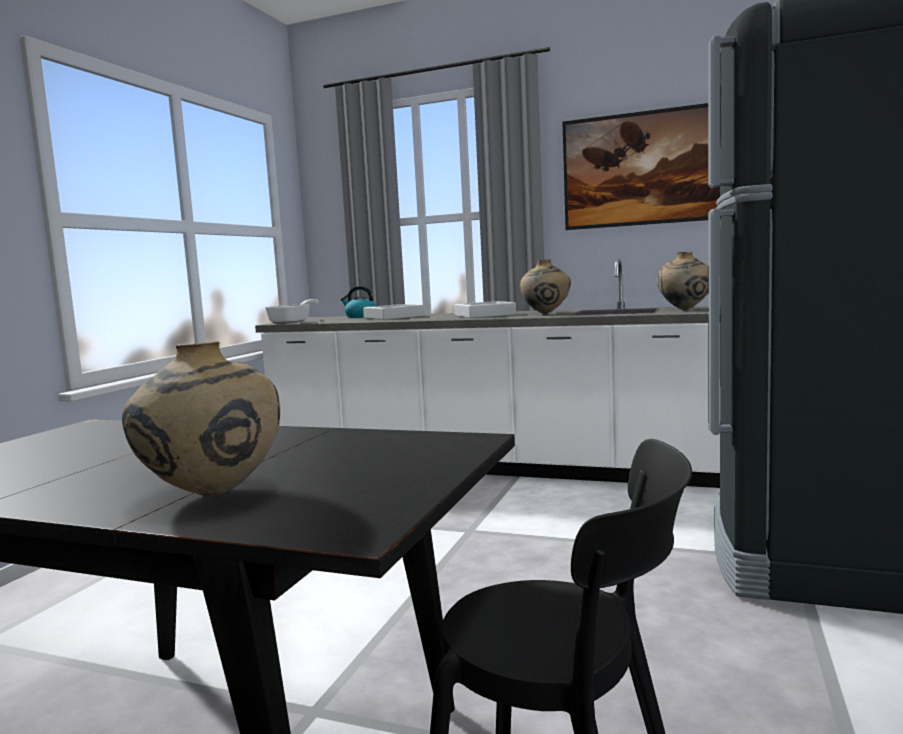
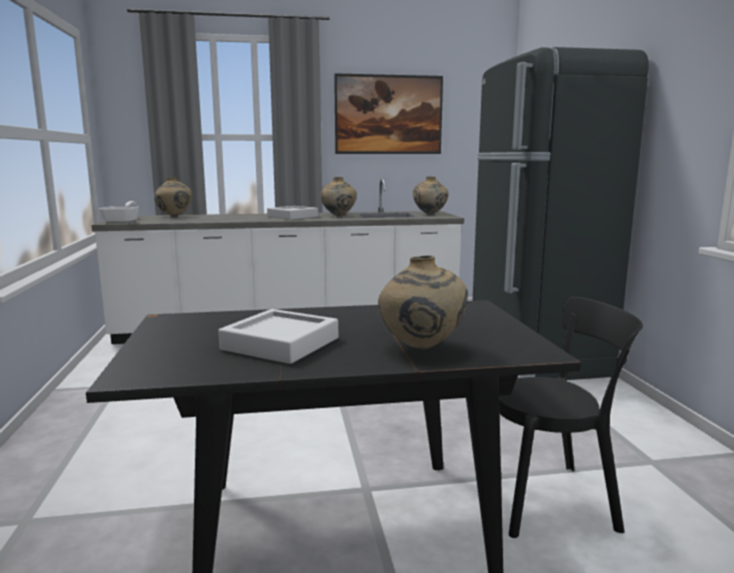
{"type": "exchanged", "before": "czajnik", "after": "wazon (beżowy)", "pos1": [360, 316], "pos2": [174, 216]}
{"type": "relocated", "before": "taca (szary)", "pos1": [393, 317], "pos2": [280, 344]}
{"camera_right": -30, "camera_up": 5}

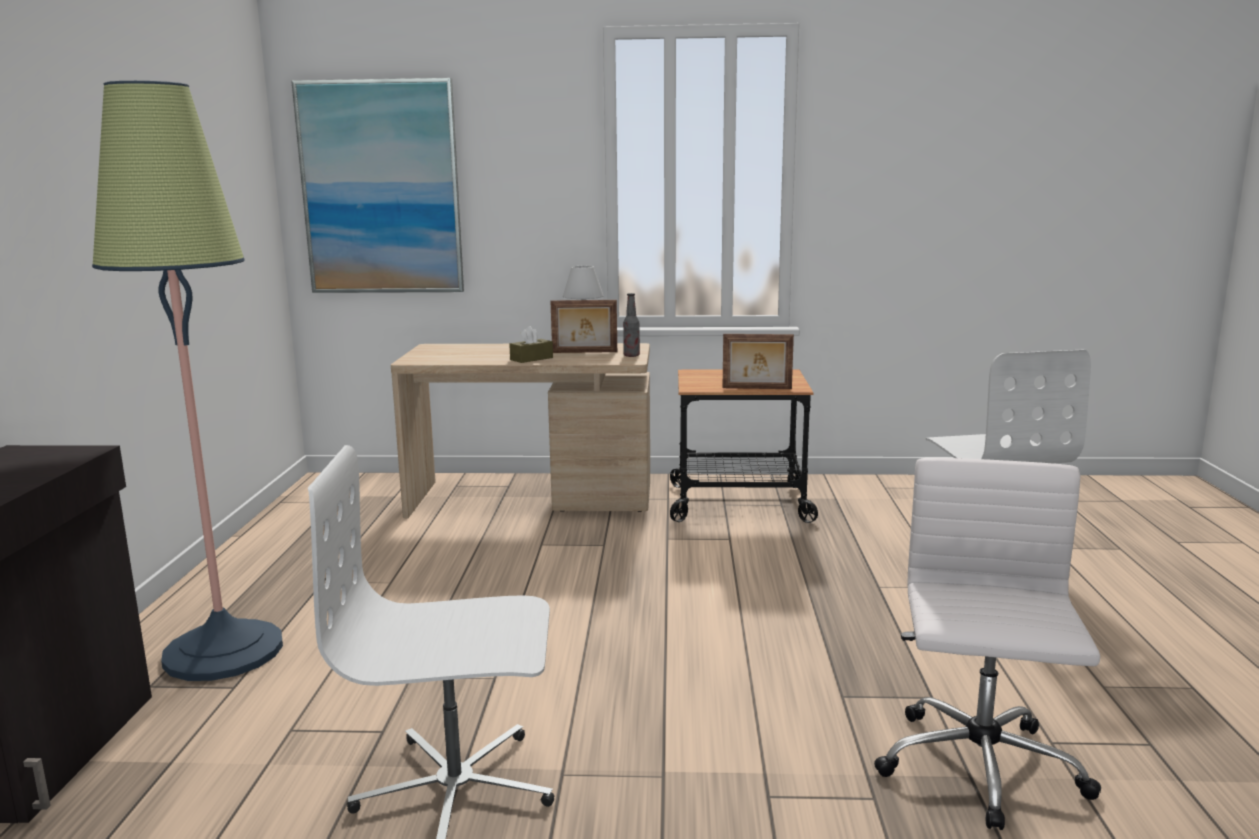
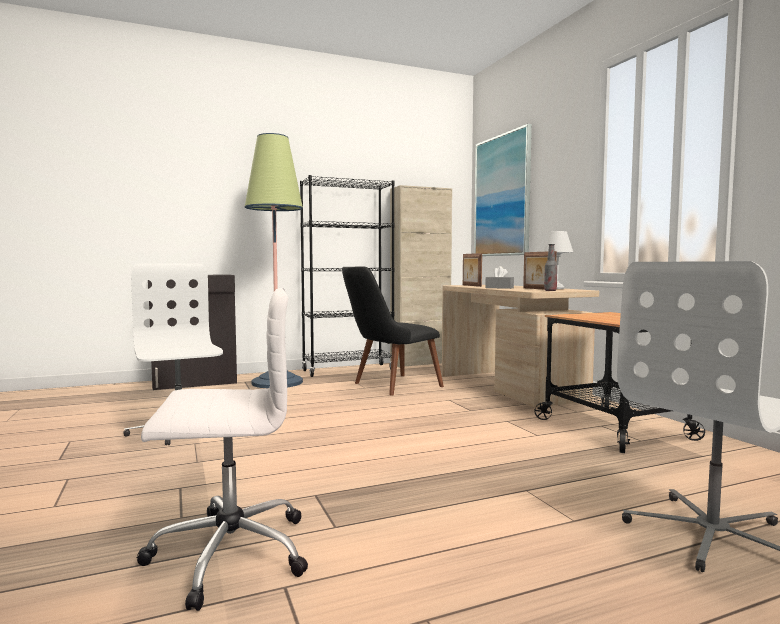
{"type": "colour", "before": "pudełko chusteczek (brązowy)", "after": "pudełko chusteczek (szary)", "pos1": [531, 359], "pos2": [499, 288]}
{"type": "relocated", "before": "ramka na zdjęcie", "pos1": [757, 388], "pos2": [471, 285]}
{"type": "appeared", "after": "regał (czarny)", "pos2": [348, 370]}
{"type": "appeared", "after": "szafka (beżowy)", "pos2": [420, 363]}
{"type": "appeared", "after": "krzesło (czarny)", "pos2": [389, 386]}
{"camera_right": 65, "camera_up": -10}

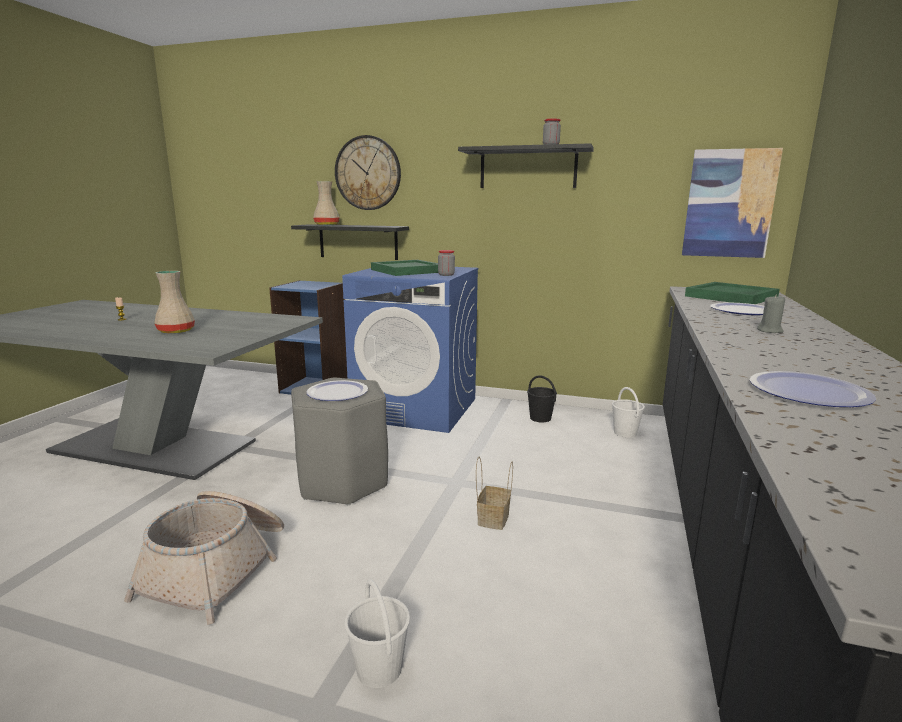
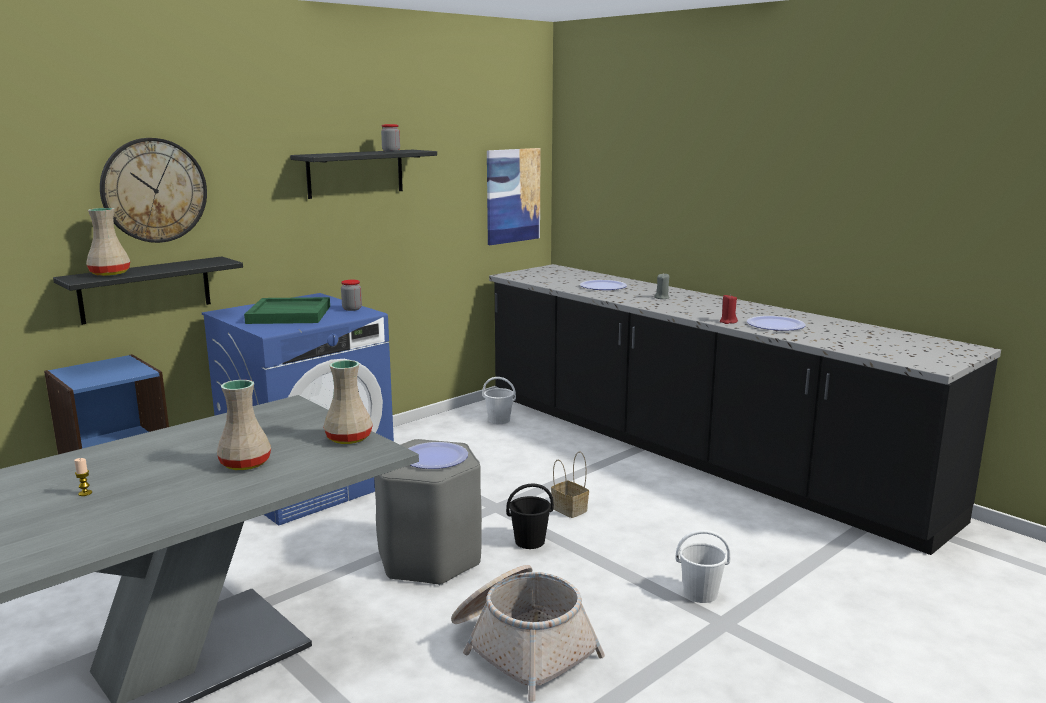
{"type": "missing", "before": "taca (zielony)", "pos1": [731, 297]}
{"type": "relocated", "before": "wiadro (czarny)", "pos1": [540, 418], "pos2": [530, 541]}
{"type": "appeared", "after": "świeca (czerwony)", "pos2": [728, 322]}
{"type": "appeared", "after": "wazon (beżowy)", "pos2": [348, 439]}
{"camera_right": -60, "camera_up": 0}

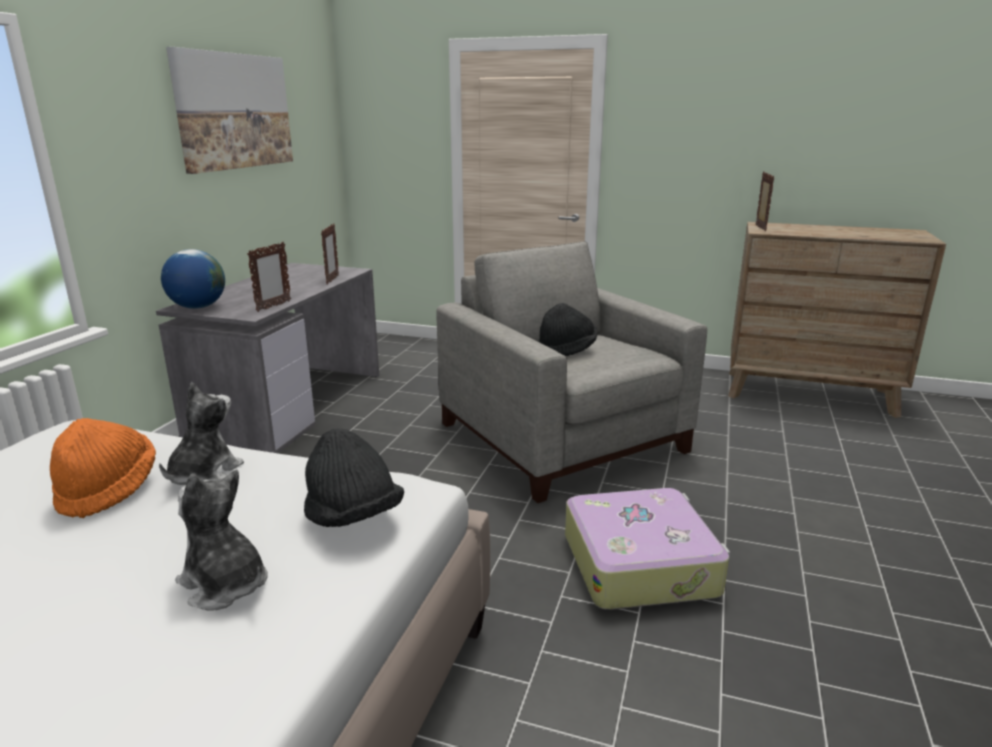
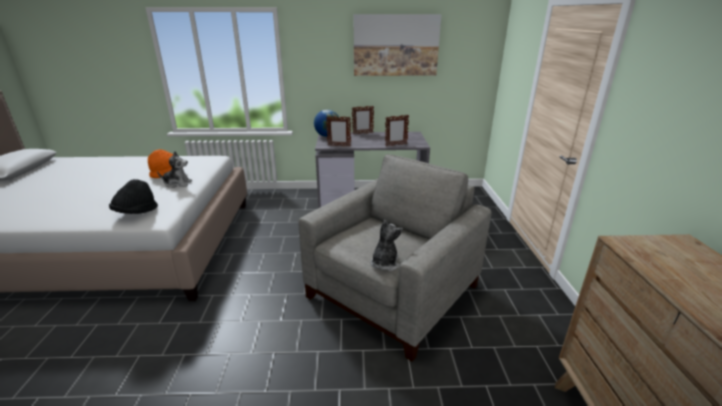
{"type": "relocated", "before": "ramka na zdjęcie", "pos1": [760, 228], "pos2": [362, 133]}
{"type": "missing", "before": "kapelusz (czarny)", "pos1": [566, 350]}
{"type": "relocated", "before": "pluszak", "pos1": [225, 585], "pos2": [385, 263]}
{"type": "missing", "before": "walizka", "pos1": [640, 564]}
{"camera_right": 70, "camera_up": 5}

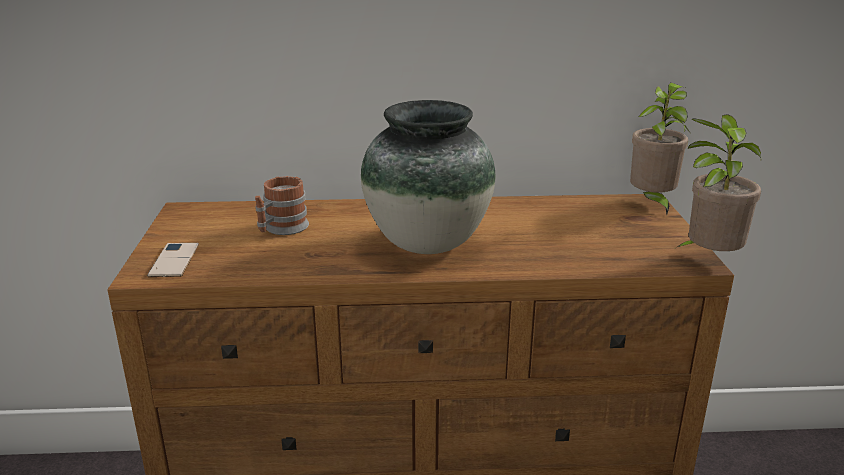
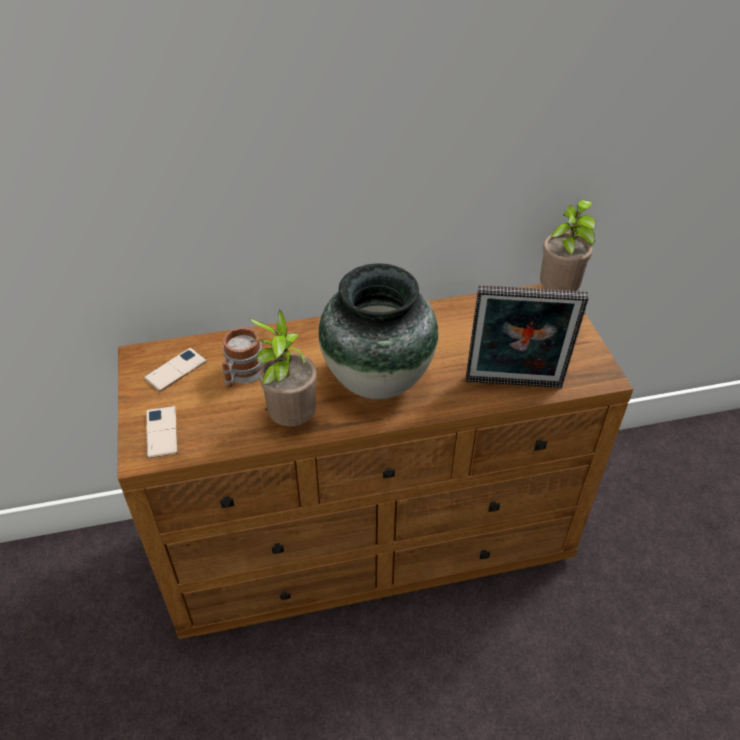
{"type": "relocated", "before": "roślina doniczkowa", "pos1": [708, 259], "pos2": [290, 420]}
{"type": "appeared", "after": "ramka na zdjęcie", "pos2": [513, 386]}
{"type": "appeared", "after": "telefon", "pos2": [175, 370]}
{"camera_right": -10, "camera_up": 20}

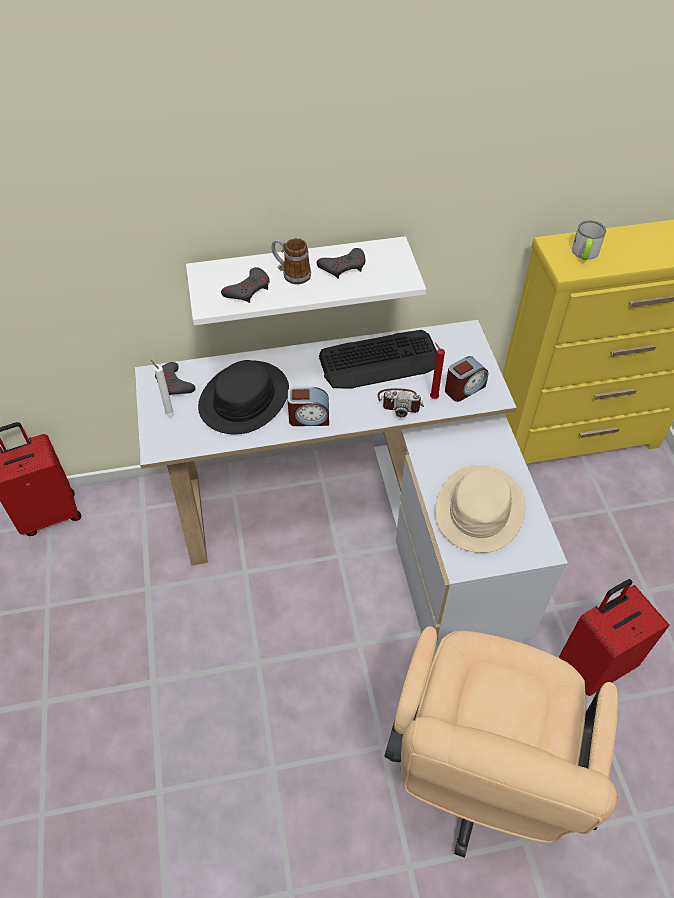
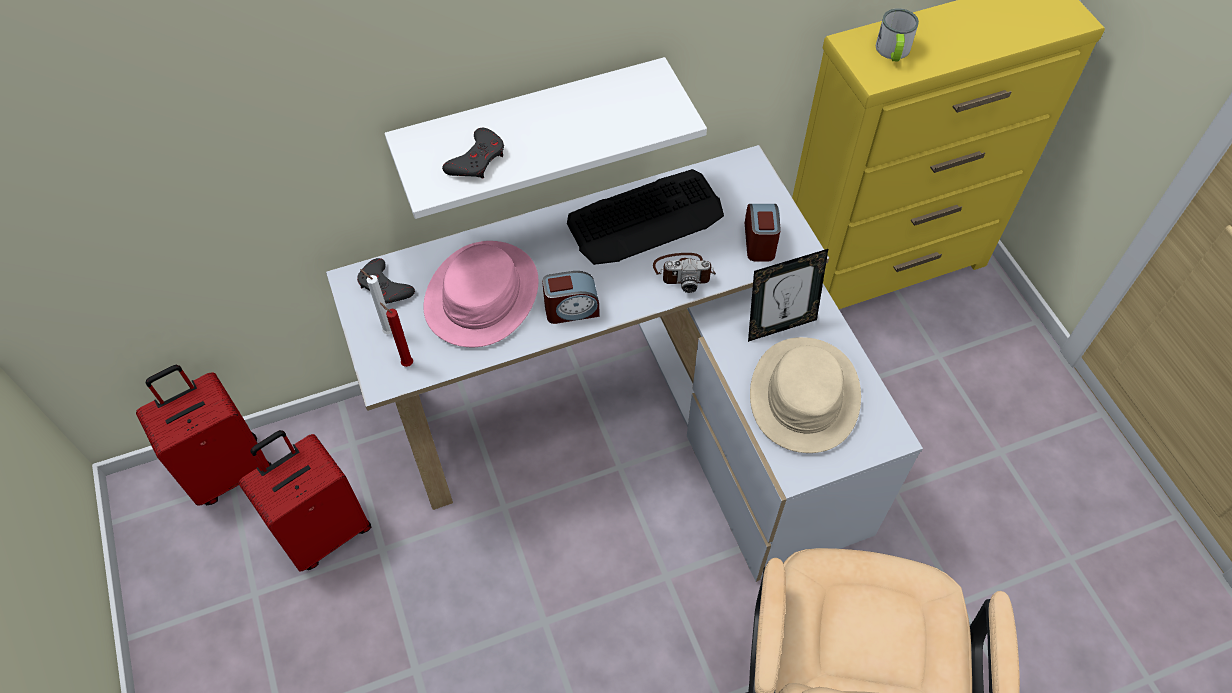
{"type": "missing", "before": "kubek", "pos1": [291, 274]}
{"type": "missing", "before": "pad do gier (szary)", "pos1": [343, 266]}
{"type": "relocated", "before": "świeca (czerwony)", "pos1": [432, 397], "pos2": [406, 363]}
{"type": "spun", "before": "budzik", "pos1": [464, 388], "pos2": [760, 241], "turn": -45}
{"type": "colour", "before": "kapelusz (czarny)", "after": "kapelusz (różowy)", "pos1": [244, 399], "pos2": [482, 295]}
{"type": "relocated", "before": "walizka (czerwony)", "pos1": [594, 664], "pos2": [324, 531]}
{"type": "appeared", "after": "ramka na zdjęcie", "pos2": [780, 325]}
{"camera_right": -10, "camera_up": 5}

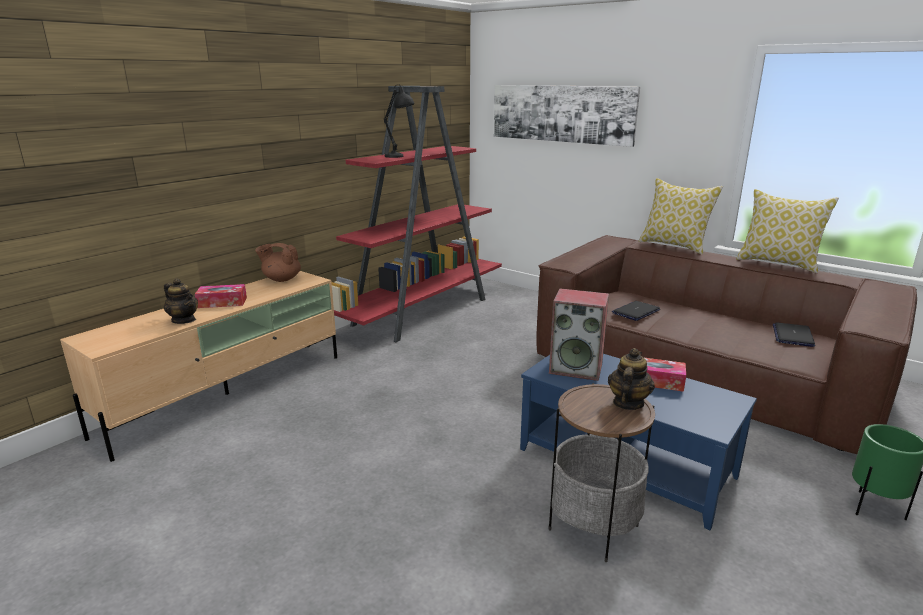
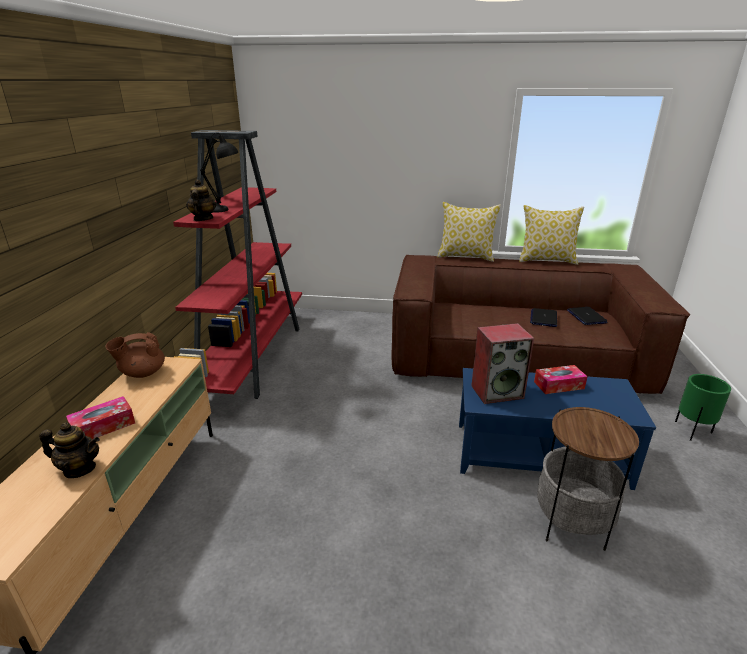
{"type": "missing", "before": "obraz", "pos1": [561, 113]}
{"type": "relocated", "before": "laptop", "pos1": [636, 311], "pos2": [543, 318]}
{"type": "relocated", "before": "imbryk", "pos1": [627, 403], "pos2": [203, 219]}
{"camera_right": -30, "camera_up": 5}

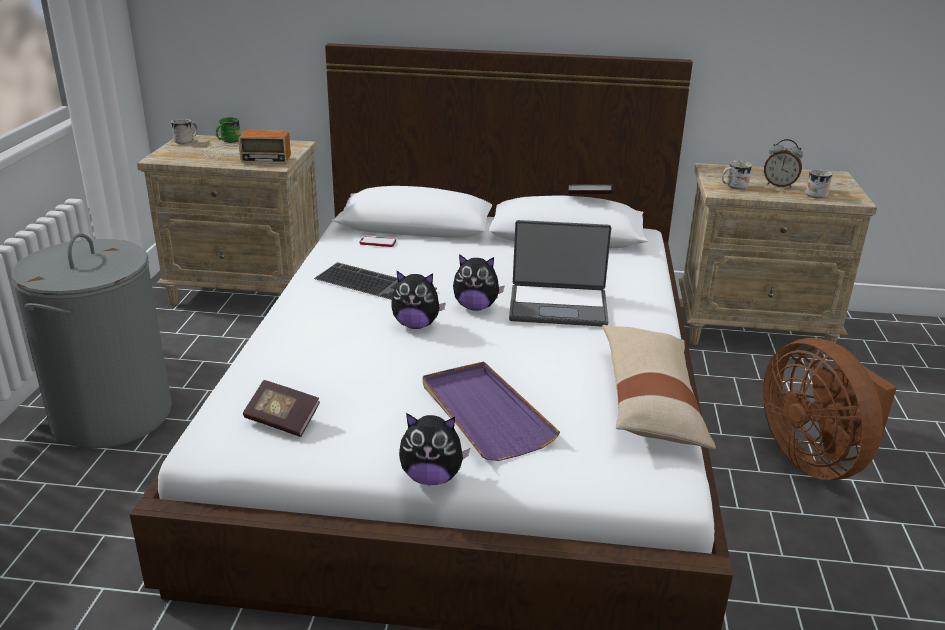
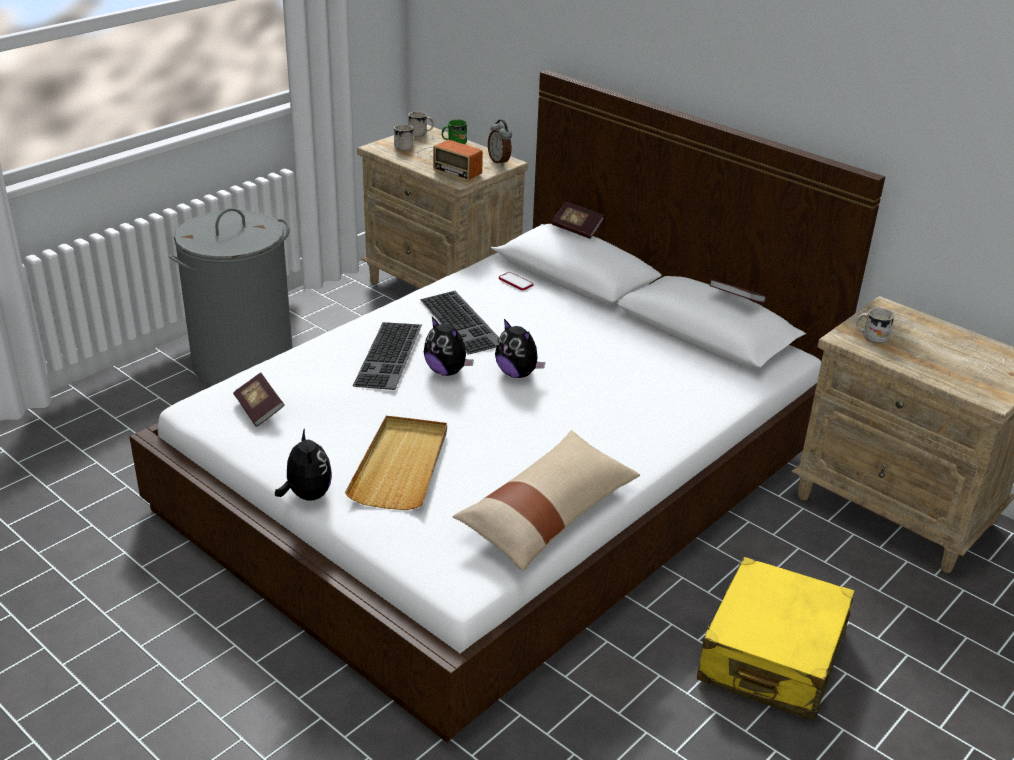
{"type": "relocated", "before": "budzik", "pos1": [779, 185], "pos2": [500, 161]}
{"type": "relocated", "before": "kubek (biały)", "pos1": [815, 194], "pos2": [406, 147]}
{"type": "missing", "before": "laptop", "pos1": [558, 306]}
{"type": "exchanged", "before": "wentylator (brązowy)", "after": "walizka (żółty)", "pos1": [815, 459], "pos2": [772, 657]}
{"type": "colour", "before": "taca (fioletowy)", "after": "taca (beżowy)", "pos1": [484, 414], "pos2": [401, 466]}
{"type": "spun", "before": "pluszak", "pos1": [431, 477], "pos2": [307, 495], "turn": -150}
{"type": "appeared", "after": "książka", "pos2": [577, 229]}
{"type": "appeared", "after": "klawiatura", "pos2": [390, 356]}
{"camera_right": 35, "camera_up": 5}

